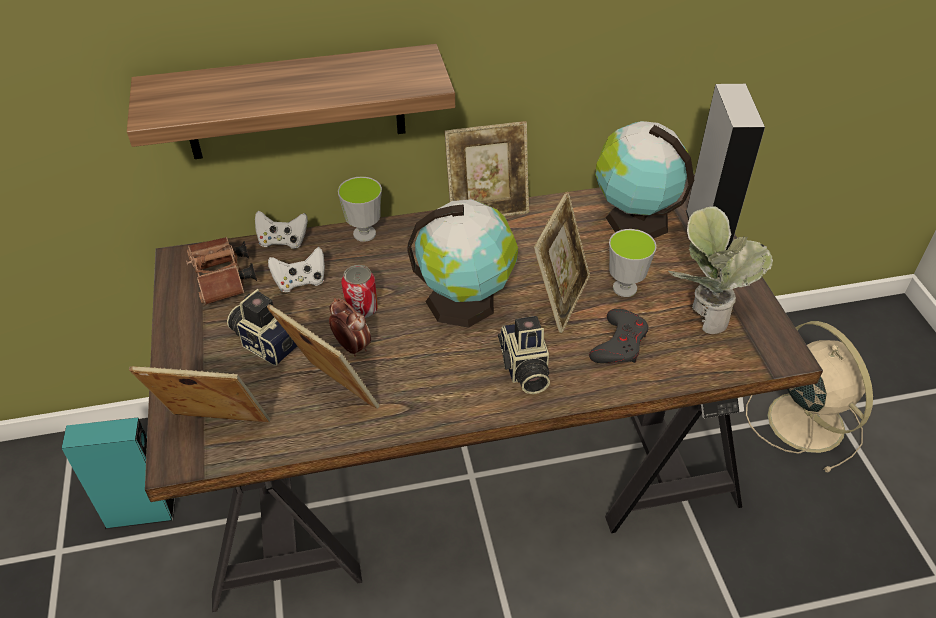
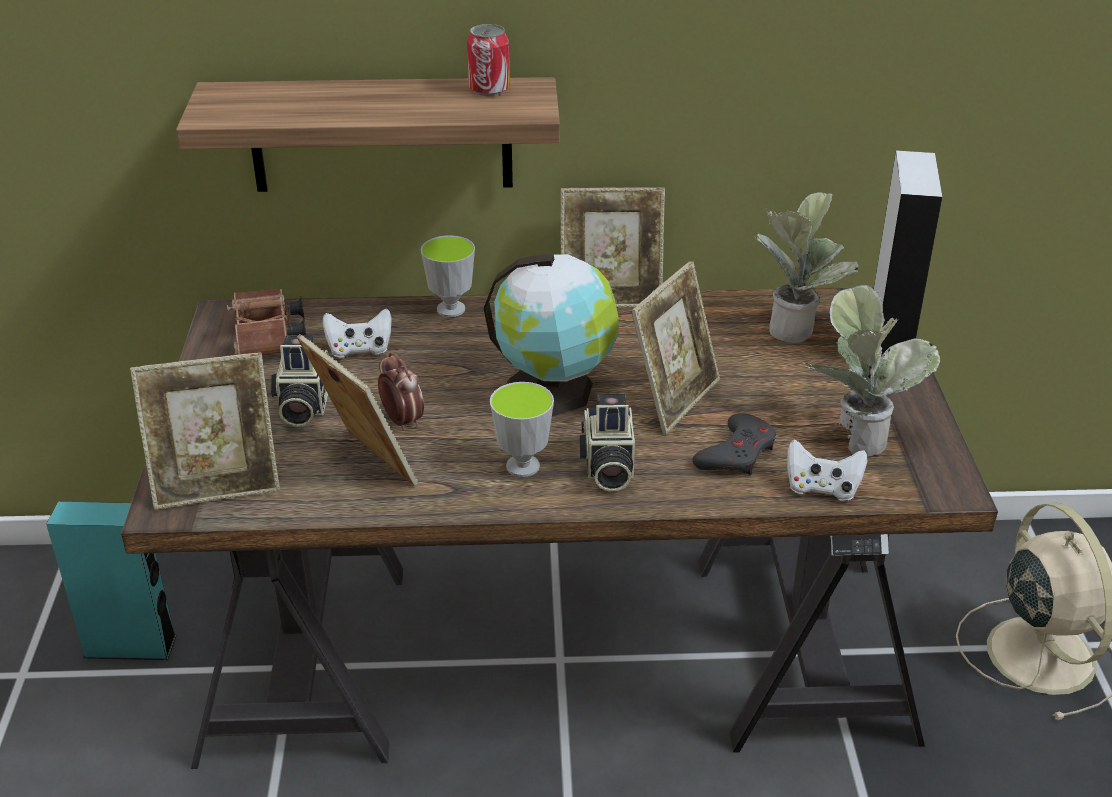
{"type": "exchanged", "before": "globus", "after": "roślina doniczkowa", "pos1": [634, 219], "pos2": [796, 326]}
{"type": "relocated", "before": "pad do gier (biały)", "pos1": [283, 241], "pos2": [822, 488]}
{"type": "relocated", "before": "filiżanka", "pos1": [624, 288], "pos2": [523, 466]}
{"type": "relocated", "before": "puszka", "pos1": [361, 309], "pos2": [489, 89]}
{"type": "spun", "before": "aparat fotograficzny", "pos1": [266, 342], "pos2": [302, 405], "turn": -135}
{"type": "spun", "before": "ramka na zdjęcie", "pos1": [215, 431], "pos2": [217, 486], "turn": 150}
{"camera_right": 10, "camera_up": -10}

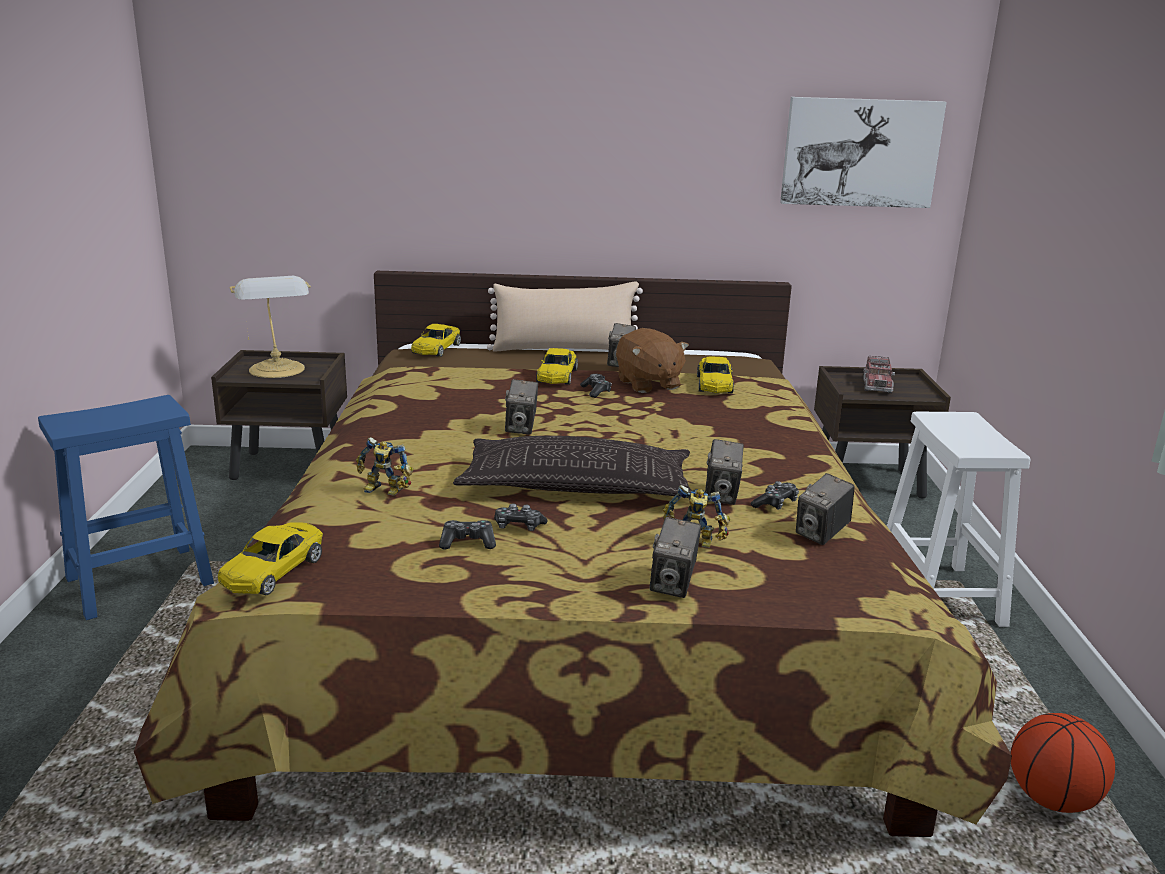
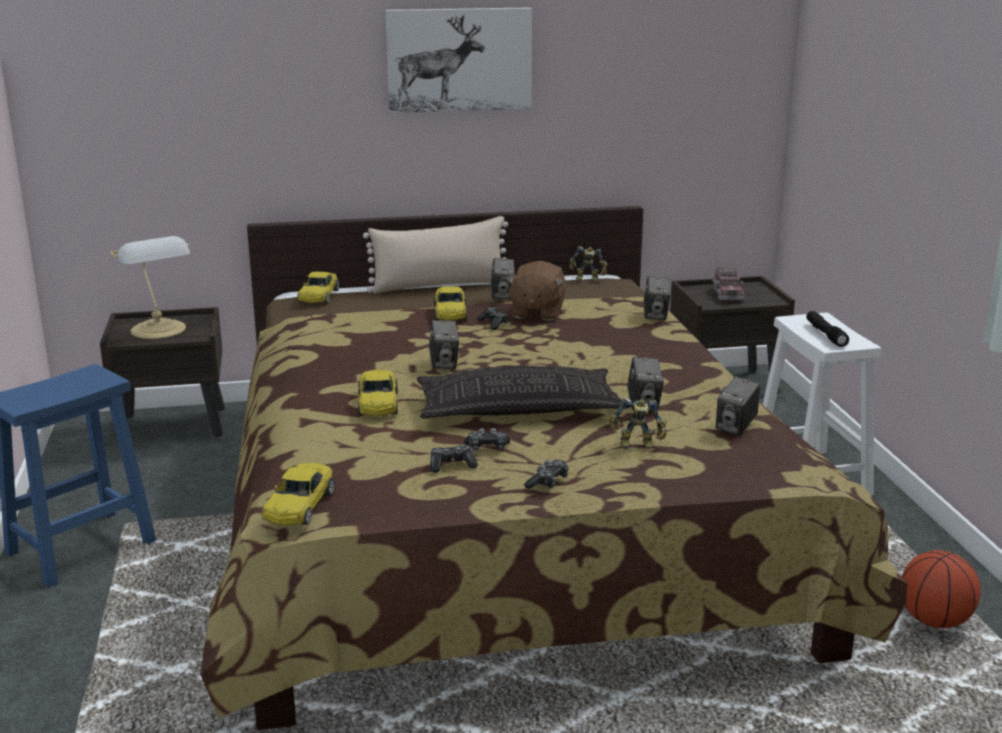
{"type": "relocated", "before": "obraz", "pos1": [860, 152], "pos2": [459, 59]}
{"type": "spun", "before": "pluszak (brązowy)", "pos1": [648, 384], "pos2": [536, 313], "turn": 45}
{"type": "relocated", "before": "samochodzik (żółty)", "pos1": [714, 384], "pos2": [378, 403]}
{"type": "relocated", "before": "robot zabawkowy", "pos1": [383, 491], "pos2": [588, 279]}
{"type": "relocated", "before": "pad do gier", "pos1": [775, 504], "pos2": [548, 482]}
{"type": "relocated", "before": "aparat fotograficzny", "pos1": [673, 584], "pos2": [655, 315]}
{"type": "appeared", "after": "latarka (czarny)", "pos2": [825, 334]}
{"camera_right": -10, "camera_up": 0}

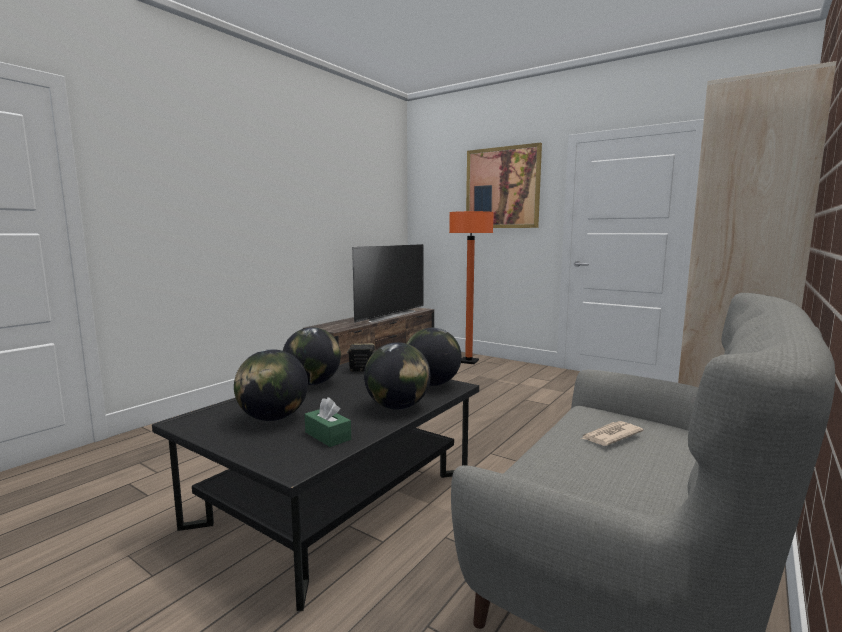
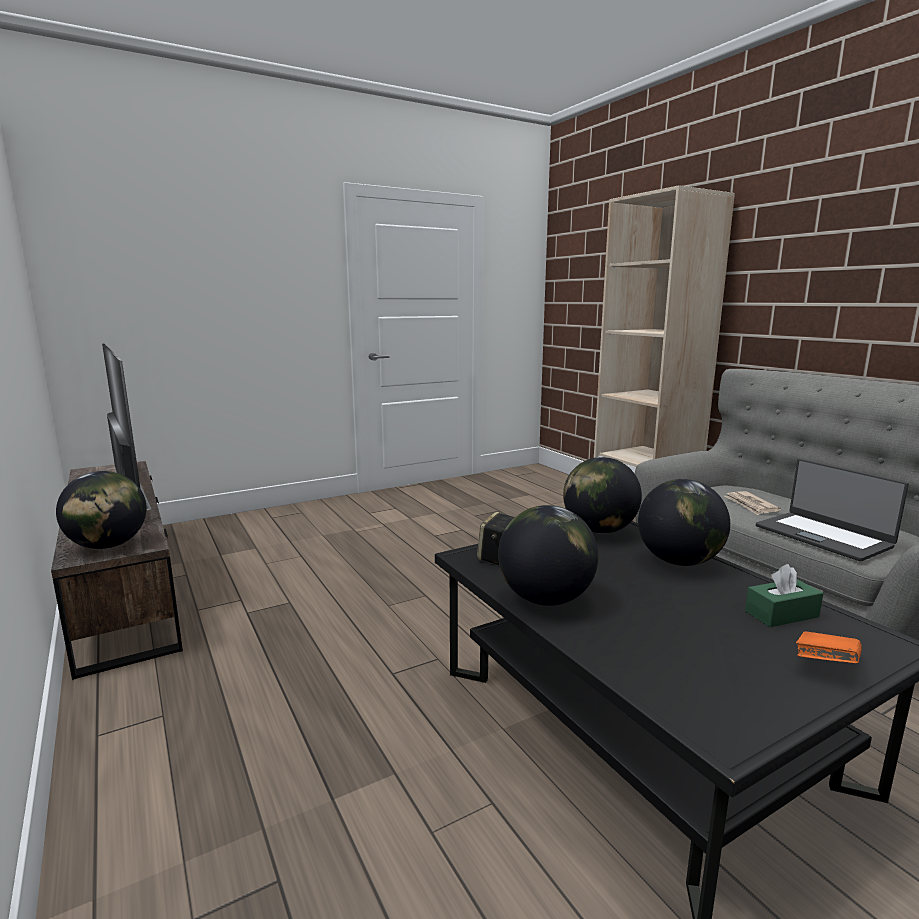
{"type": "missing", "before": "obraz", "pos1": [502, 188]}
{"type": "missing", "before": "lampa stojąca (pomarańczowy)", "pos1": [468, 361]}
{"type": "relocated", "before": "globus", "pos1": [273, 418], "pos2": [108, 545]}
{"type": "appeared", "after": "laptop", "pos2": [823, 536]}
{"type": "appeared", "after": "książka (pomarańczowy)", "pos2": [825, 664]}
{"camera_right": -65, "camera_up": 5}

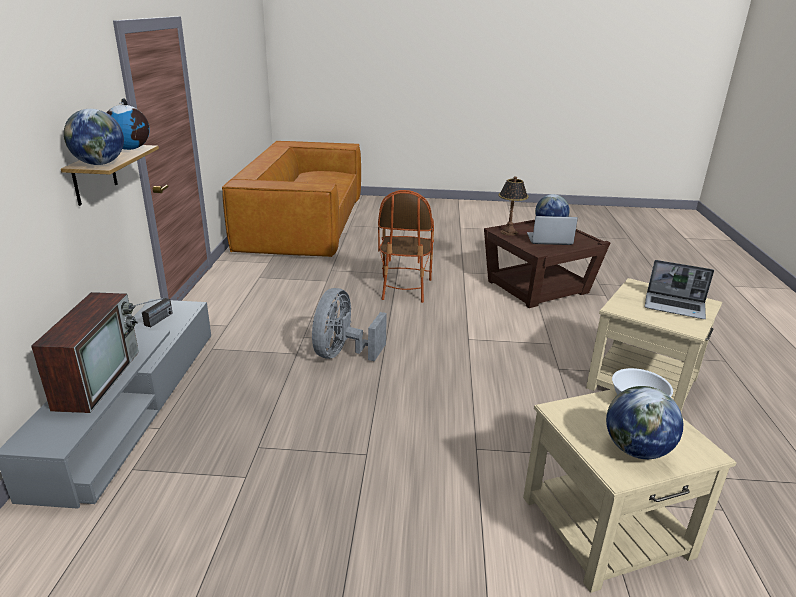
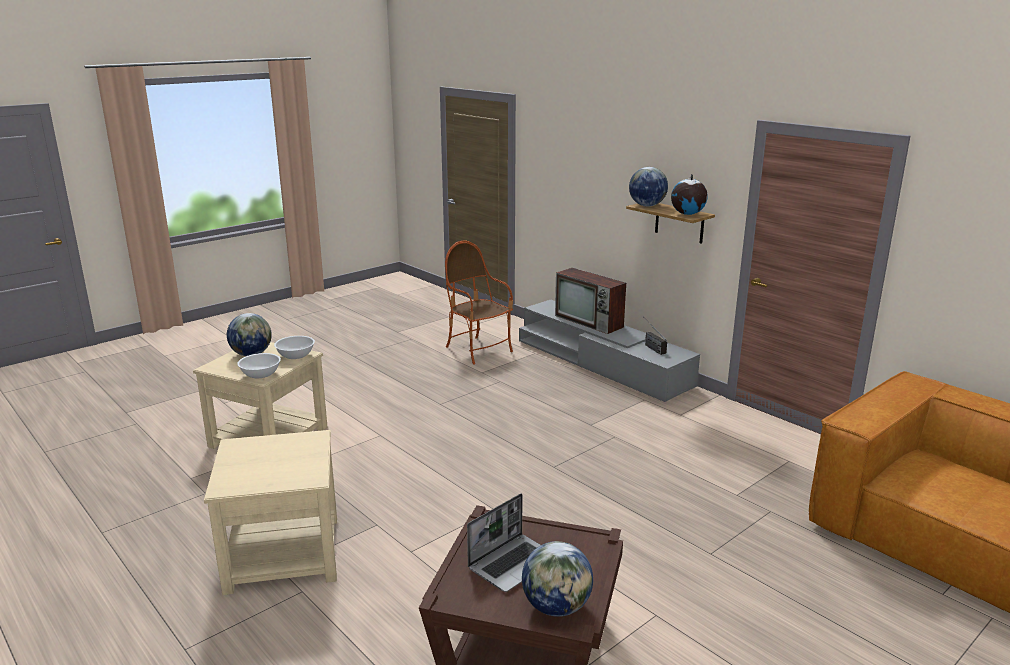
{"type": "missing", "before": "lampa stołowa", "pos1": [509, 232]}
{"type": "relocated", "before": "fotel", "pos1": [404, 288], "pos2": [478, 350]}
{"type": "missing", "before": "laptop", "pos1": [675, 307]}
{"type": "missing", "before": "wentylator (szary)", "pos1": [342, 353]}
{"type": "appeared", "after": "miska (biały)", "pos2": [296, 356]}
{"camera_right": 135, "camera_up": -5}

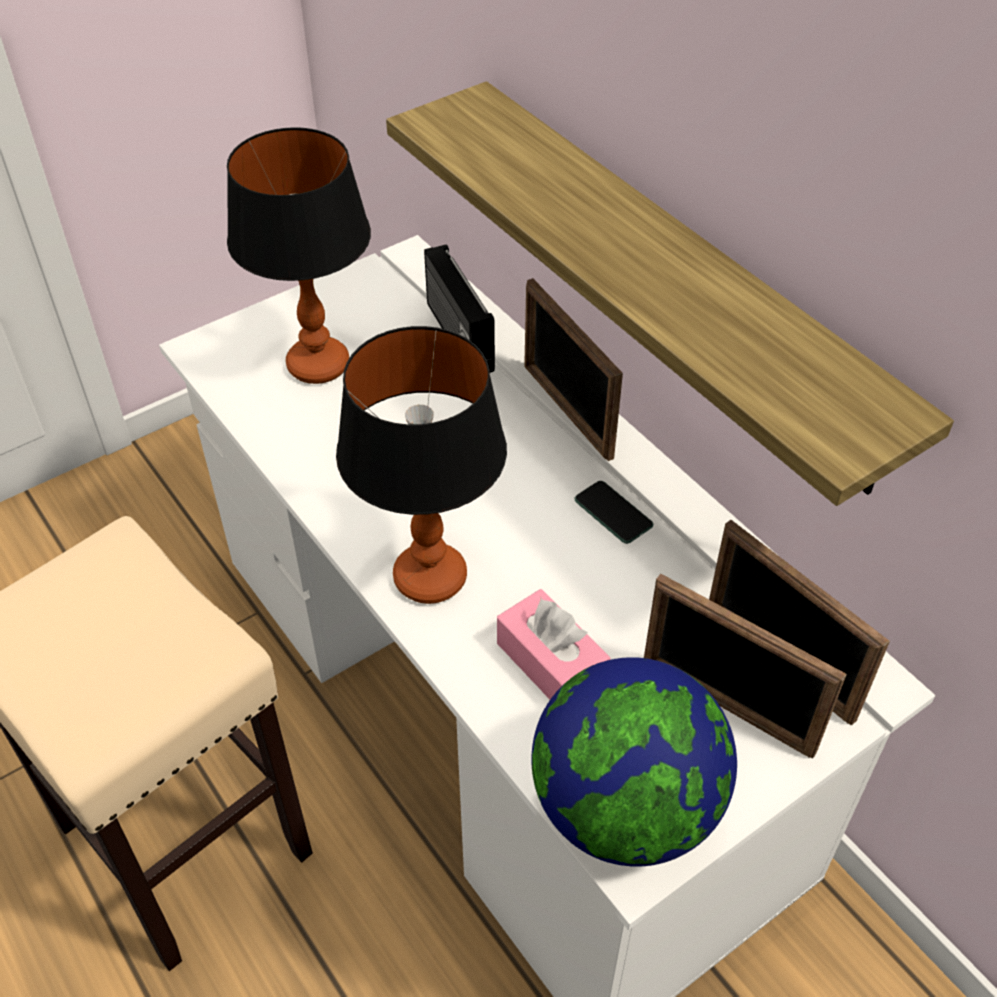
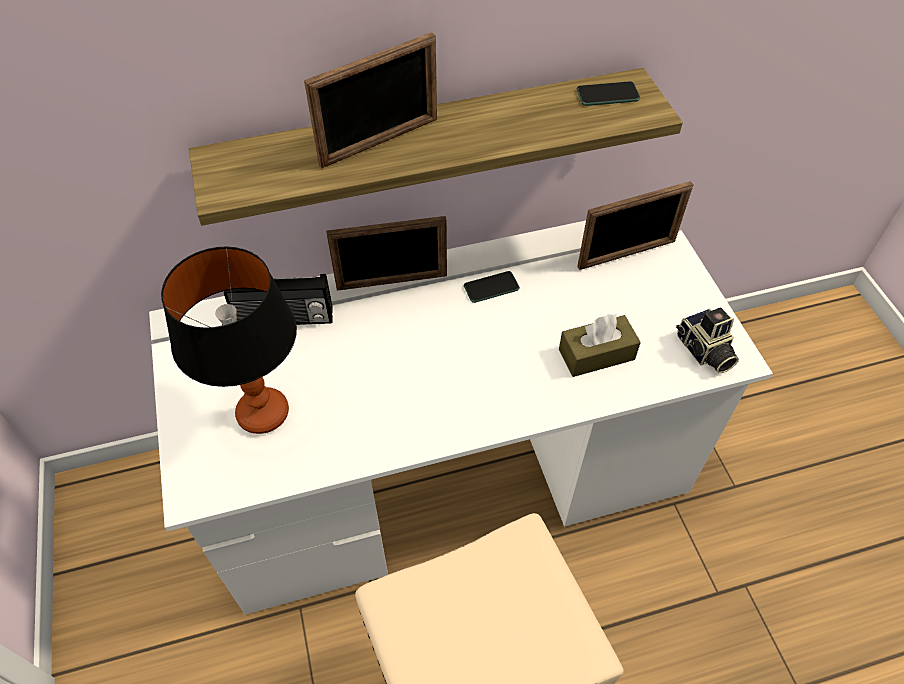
{"type": "missing", "before": "lampa stołowa", "pos1": [431, 578]}
{"type": "relocated", "before": "ramka na zdjęcie", "pos1": [726, 706], "pos2": [380, 142]}
{"type": "colour", "before": "pudełko chusteczek (różowy)", "after": "pudełko chusteczek (brązowy)", "pos1": [551, 663], "pos2": [596, 354]}
{"type": "exchanged", "before": "globus", "after": "aparat fotograficzny", "pos1": [624, 808], "pos2": [703, 352]}
{"type": "appeared", "after": "telefon", "pos2": [607, 95]}
{"camera_right": -70, "camera_up": 5}

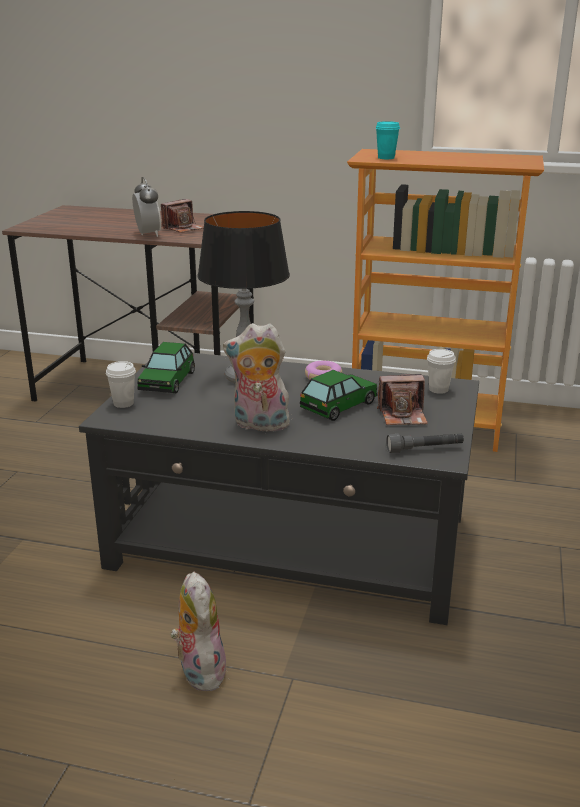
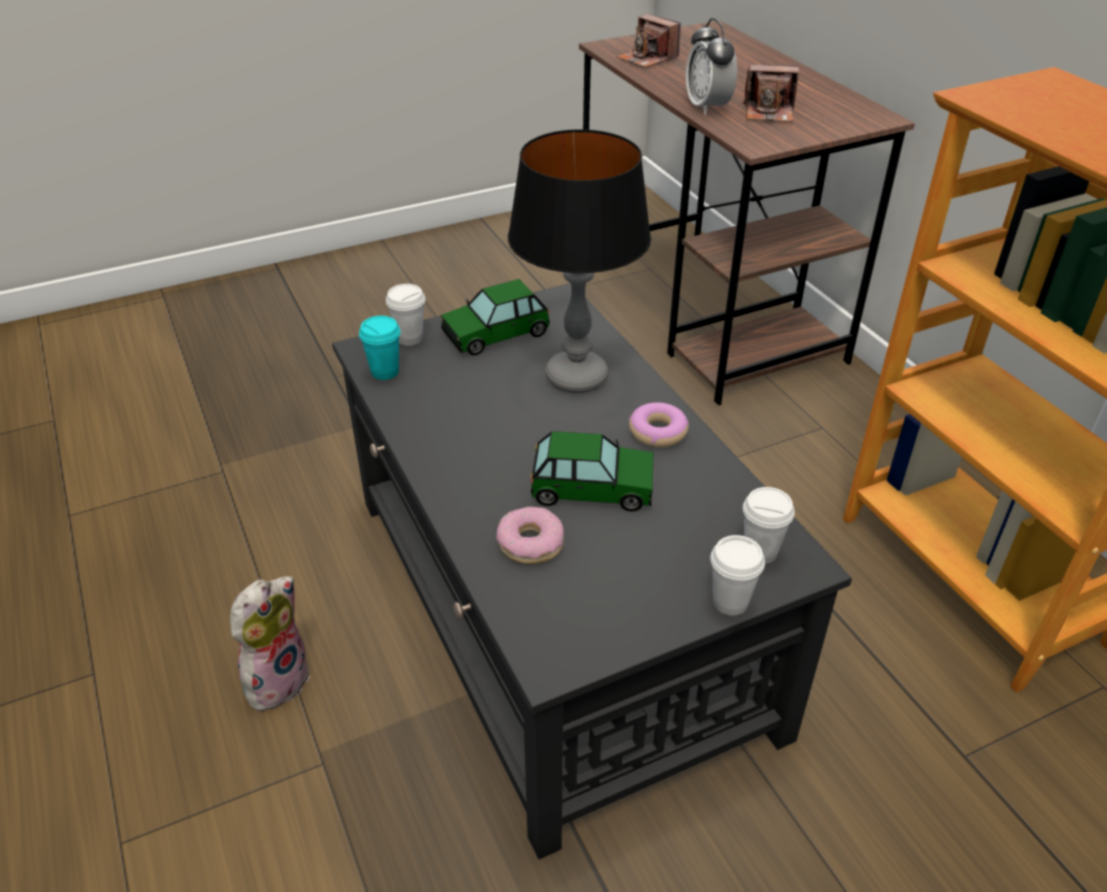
{"type": "relocated", "before": "filiżanka (turkusowy)", "pos1": [386, 158], "pos2": [385, 372]}
{"type": "spun", "before": "budzik", "pos1": [148, 234], "pos2": [707, 107], "turn": 135}
{"type": "missing", "before": "pluszak", "pos1": [259, 425]}
{"type": "relocated", "before": "aparat fotograficzny", "pos1": [403, 415], "pos2": [647, 59]}
{"type": "missing", "before": "latarka (szary)", "pos1": [425, 449]}
{"type": "appeared", "after": "donut", "pos2": [531, 543]}
{"type": "appeared", "after": "filiżanka (biały)", "pos2": [730, 602]}
{"camera_right": 50, "camera_up": 15}

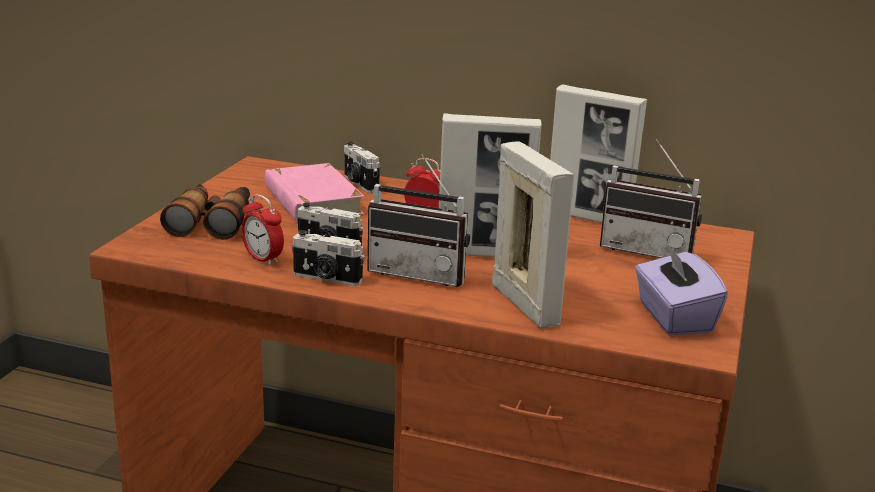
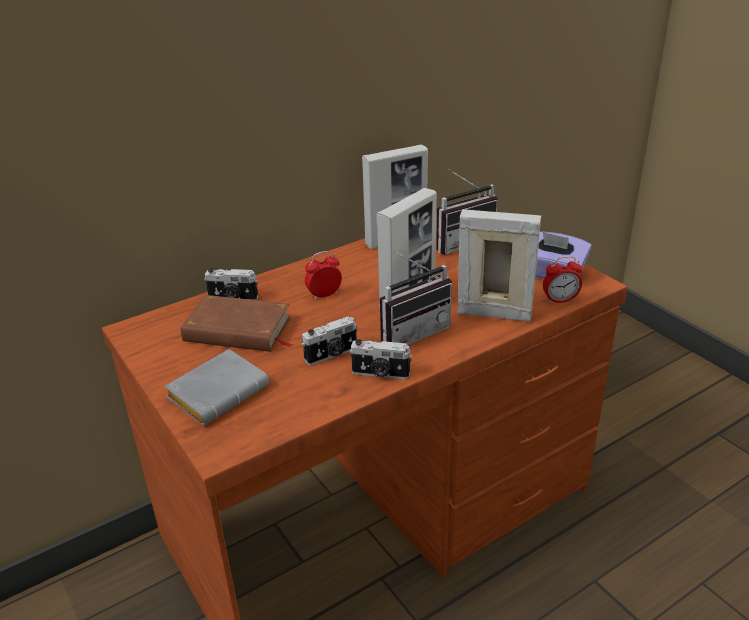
{"type": "colour", "before": "książka (różowy)", "after": "książka (brązowy)", "pos1": [312, 201], "pos2": [238, 330]}
{"type": "exchanged", "before": "lornetka", "after": "książka (szary)", "pos1": [212, 222], "pos2": [219, 391]}
{"type": "relocated", "before": "budzik", "pos1": [263, 259], "pos2": [560, 300]}
{"type": "spun", "before": "aparat fotograficzny", "pos1": [326, 278], "pos2": [380, 374], "turn": 45}
{"camera_right": -50, "camera_up": 10}

